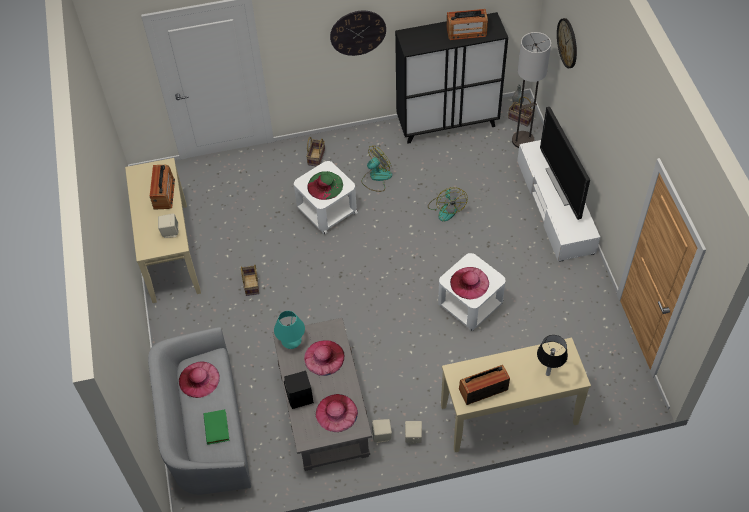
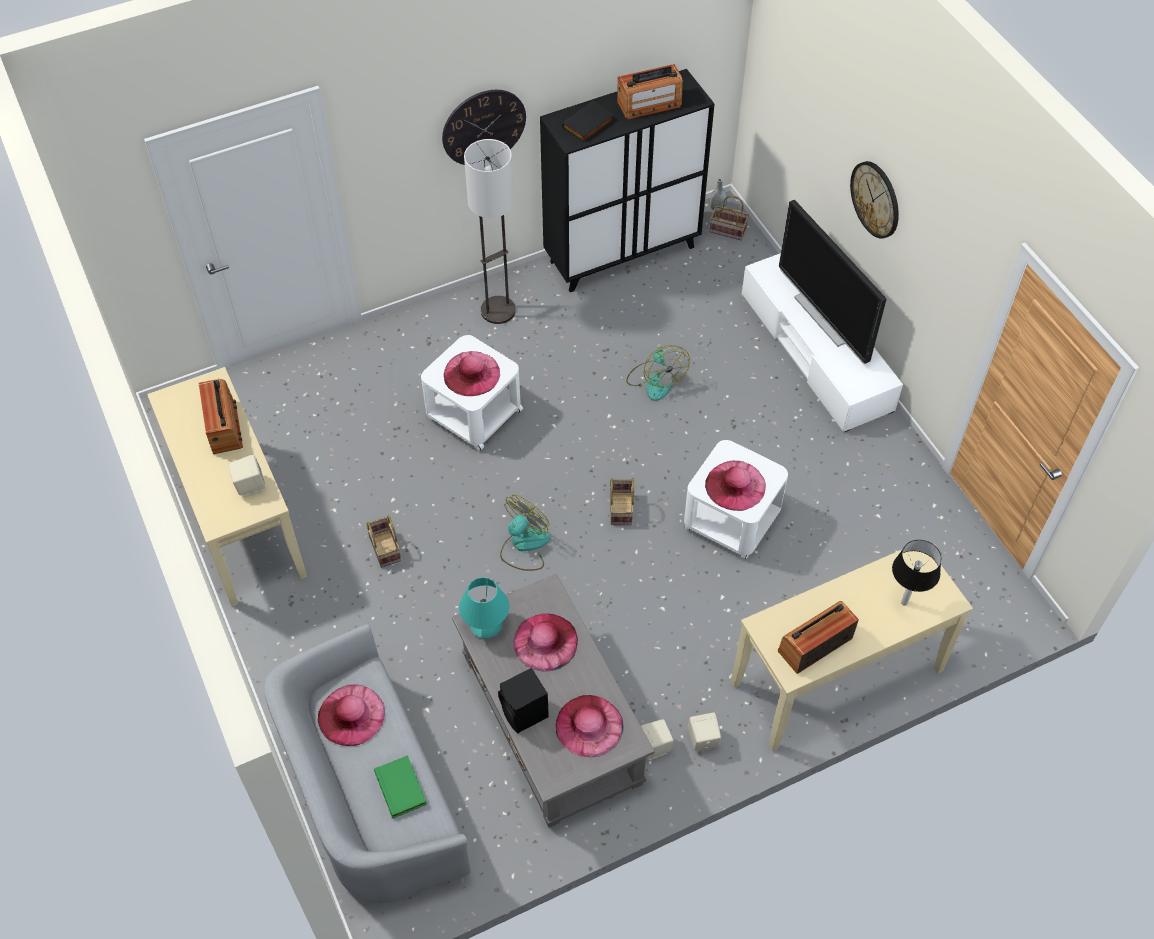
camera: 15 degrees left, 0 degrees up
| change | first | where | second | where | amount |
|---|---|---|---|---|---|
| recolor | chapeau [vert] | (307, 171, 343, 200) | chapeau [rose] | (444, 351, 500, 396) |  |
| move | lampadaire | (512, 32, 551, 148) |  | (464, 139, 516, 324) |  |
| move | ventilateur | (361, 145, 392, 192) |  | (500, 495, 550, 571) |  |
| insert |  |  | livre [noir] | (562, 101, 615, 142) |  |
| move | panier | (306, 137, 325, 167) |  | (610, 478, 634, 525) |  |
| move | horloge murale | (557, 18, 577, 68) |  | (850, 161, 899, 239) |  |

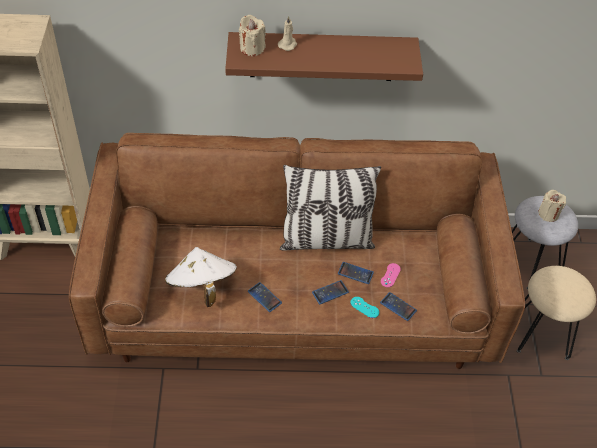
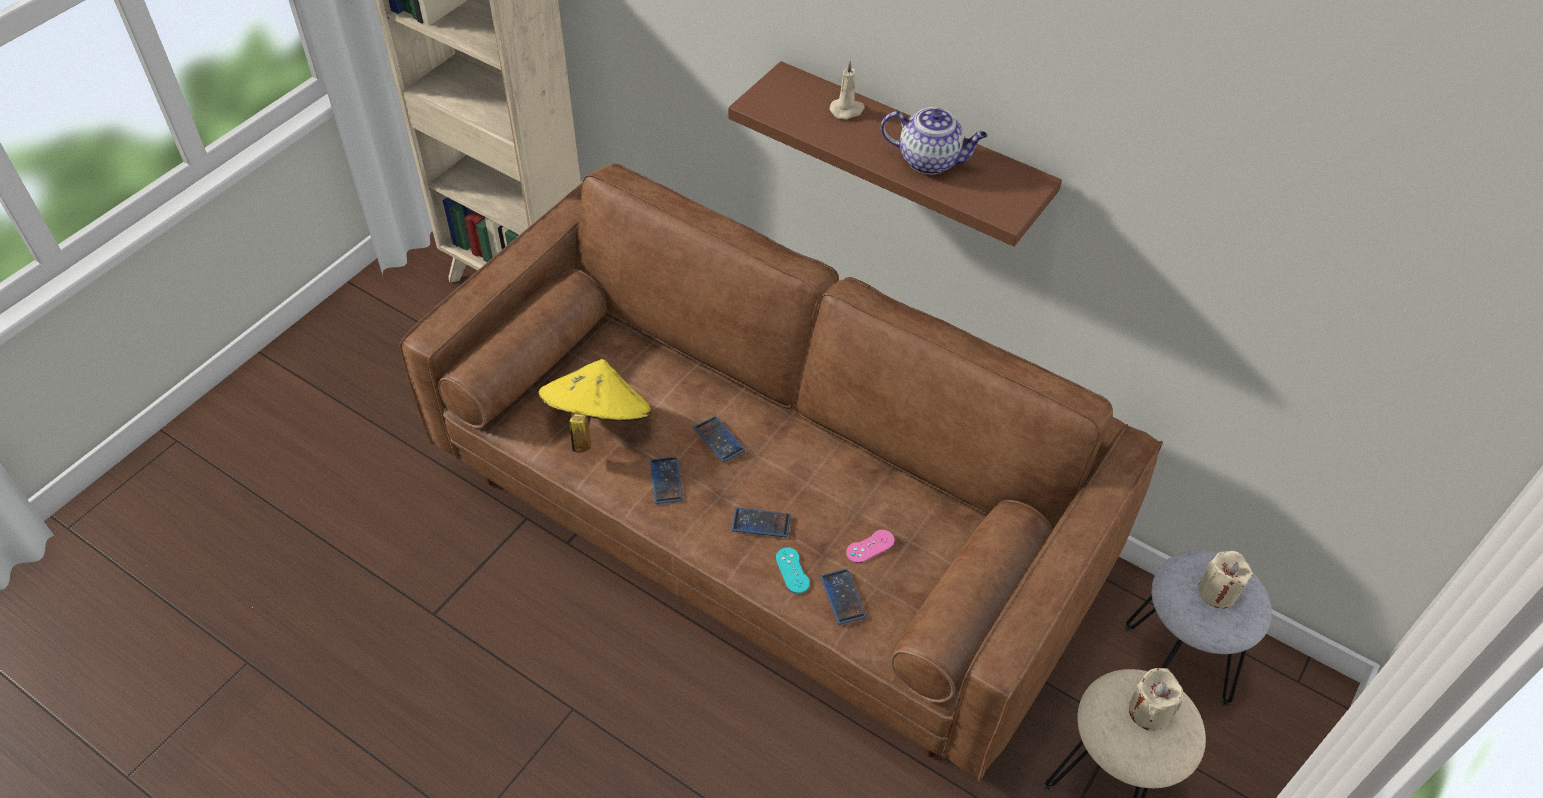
camera: 35 degrees right, 0 degrees up
| change | first | where | second | where | amount |
|---|---|---|---|---|---|
| recolor | chapeau [blanc] | (165, 247, 237, 307) | chapeau [jaune] | (538, 359, 652, 453) |  |
| move | téléphone | (338, 262, 374, 284) |  | (694, 416, 745, 462) |  |
| insert |  |  | théière | (881, 107, 988, 174) |  |
| move | bougie [beige] | (239, 15, 266, 56) |  | (1129, 668, 1183, 731) |  |
| delete | coussin | (280, 165, 381, 250) |  |  |  |

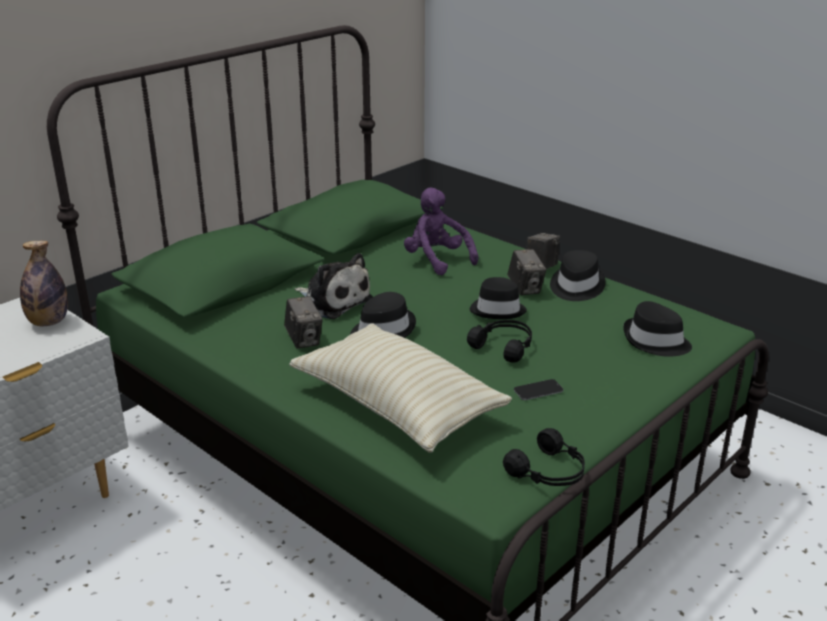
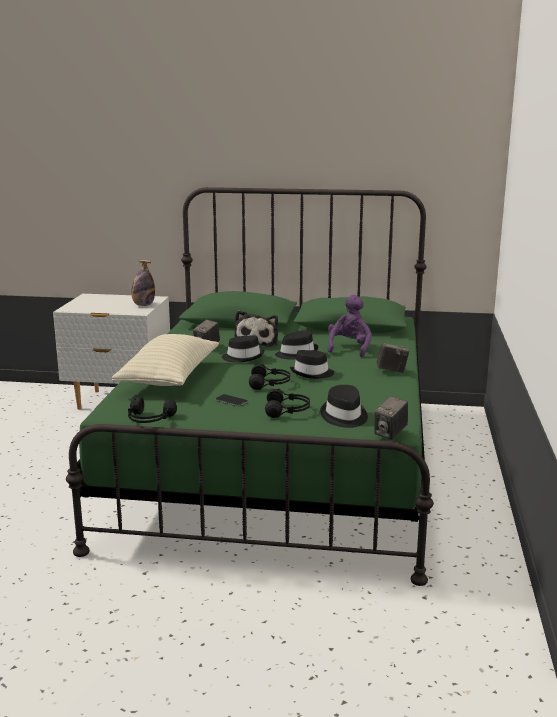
camera: 55 degrees right, 10 degrees down
| change | first | where | second | where | amount |
|---|---|---|---|---|---|
| insert |  |  | casque audio [noir] | (265, 388, 310, 418) |  |
| move | chapeau [noir] | (550, 250, 606, 301) |  | (275, 330, 318, 360) |  |
| move | appareil photo | (507, 249, 547, 295) |  | (374, 396, 408, 440) |  |

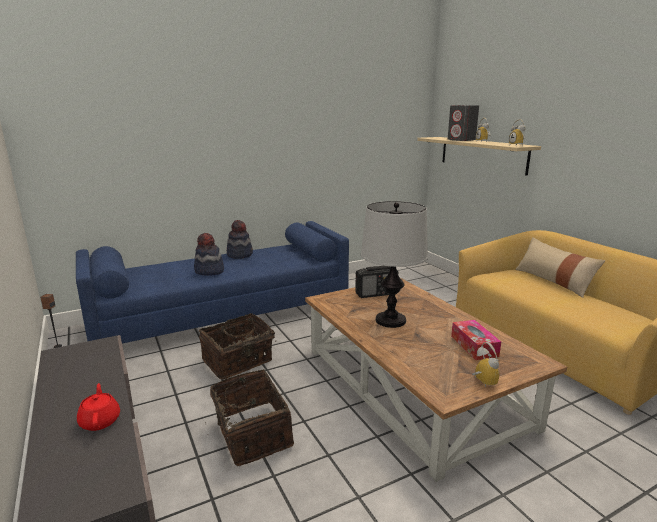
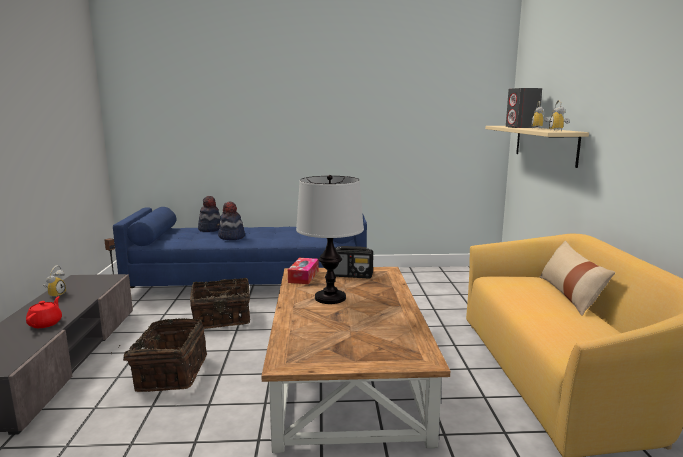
camera: 25 degrees right, 5 degrees down
| change | first | where | second | where | amount |
|---|---|---|---|---|---|
| move | réveil | (472, 342, 499, 387) |  | (43, 265, 66, 297) |  |
| move | chapeau | (227, 220, 253, 259) |  | (198, 196, 221, 232) |  |
| move | boîte à mouchoirs | (451, 320, 501, 360) |  | (288, 258, 319, 284) |  |

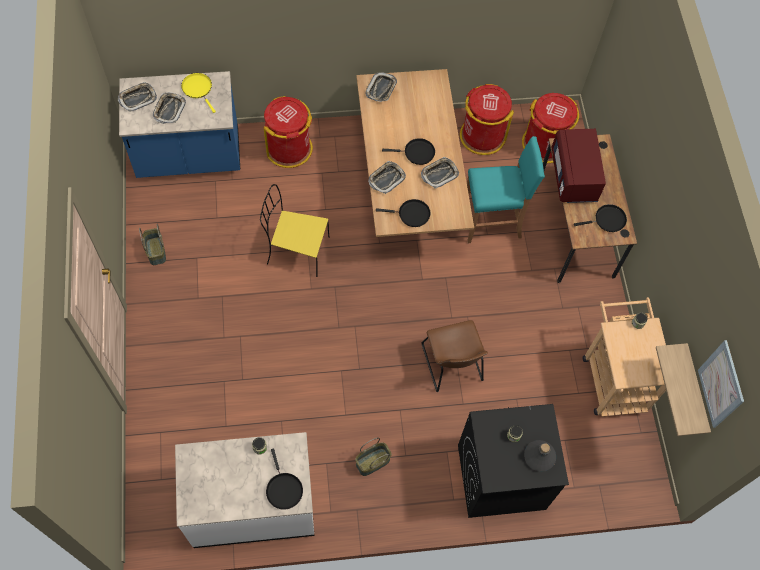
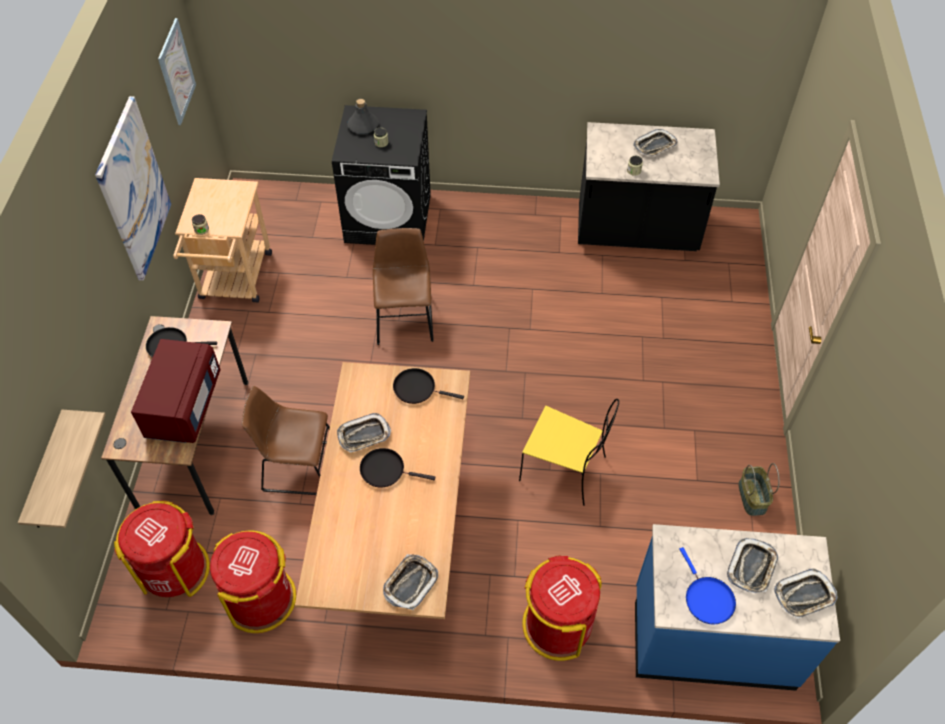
camera: 165 degrees left, 10 degrees down
| change | first | where | second | where | amount |
|---|---|---|---|---|---|
| move | étagère | (656, 343, 711, 436) |  | (18, 410, 106, 528) |  |
| insert |  |  | tableau | (95, 96, 171, 281) |  |
| replace | tabouret [turquoise] | (467, 136, 545, 243) | chaise [marron] | (242, 386, 330, 495) |  |
| recolor | comptoir de cuisine [blanc] | (175, 432, 314, 548) | comptoir de cuisine [noir] | (578, 122, 720, 251) |  |
| move | plateau | (368, 161, 406, 194) |  | (633, 129, 678, 156) |  |
| recolor | poêle [jaune] | (181, 73, 216, 113) | poêle [bleu] | (679, 547, 736, 624) |  |
| delete | poêle [noir] | (266, 448, 303, 510) |  |  |  |
| delete | panier | (355, 438, 392, 476) |  |  |  |

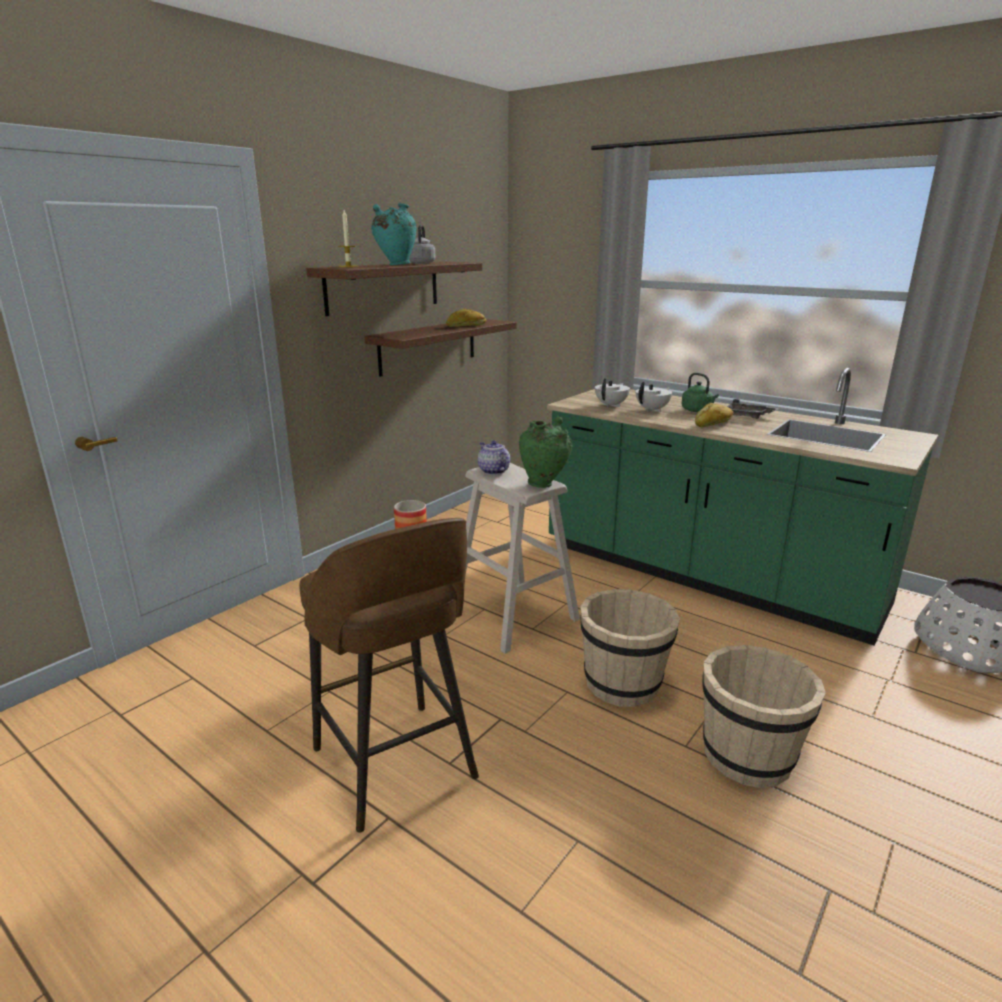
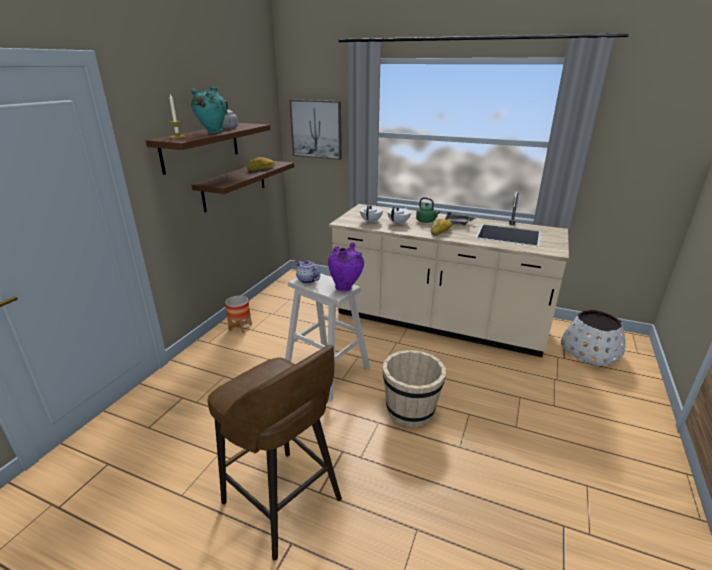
camera: 15 degrees left, 5 degrees up
| change | first | where | second | where | amount |
|---|---|---|---|---|---|
| insert |  |  | tableau | (289, 99, 342, 160) |  |
| recolor | vase [vert] | (519, 417, 573, 488) | vase [violet] | (328, 242, 364, 291) |  |
| recolor | comptoir de cuisine [vert] | (547, 368, 938, 646) | comptoir de cuisine [beige] | (329, 192, 569, 357) |  |
| delete | seau [beige] | (702, 645, 826, 788) |  |  |  |

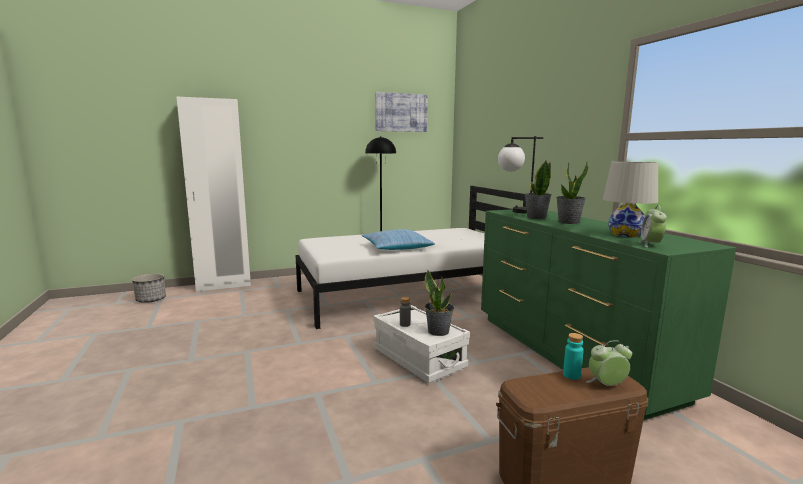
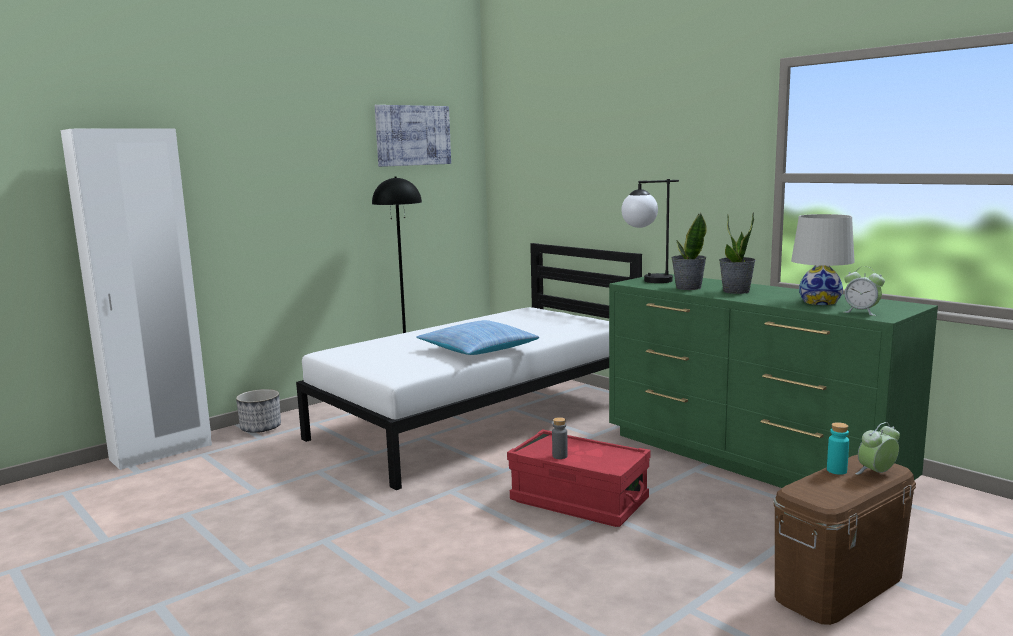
camera: 20 degrees left, 0 degrees up
| change | first | where | second | where | amount |
|---|---|---|---|---|---|
| move | cache-pot | (132, 274, 166, 303) |  | (236, 389, 281, 433) |  |
| recolor | boîte de rangement [blanc] | (373, 305, 470, 383) | boîte de rangement [rouge] | (507, 429, 650, 527) |  |
| rotate | réveil | (639, 205, 667, 247) |  | (845, 268, 885, 316) | 45 degrees counterclockwise |
| delete | plante en pot | (425, 269, 454, 336) |  |  |  |

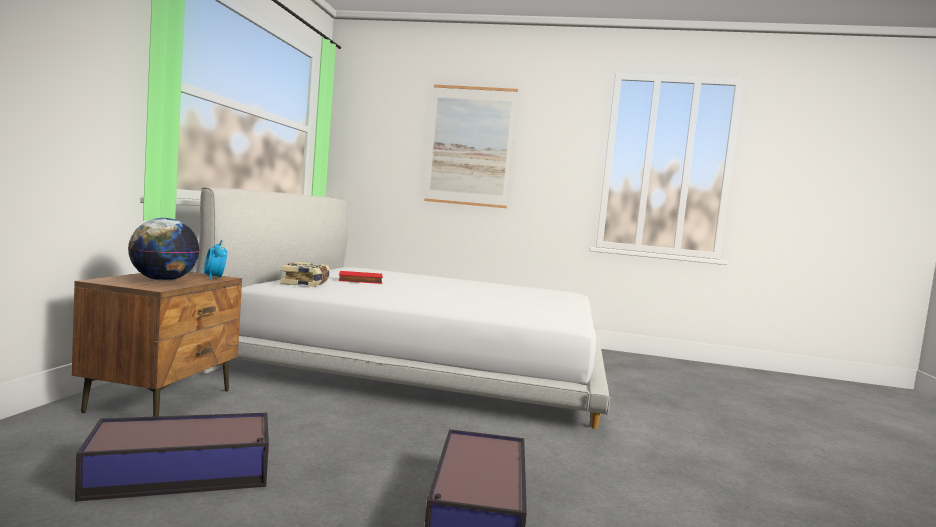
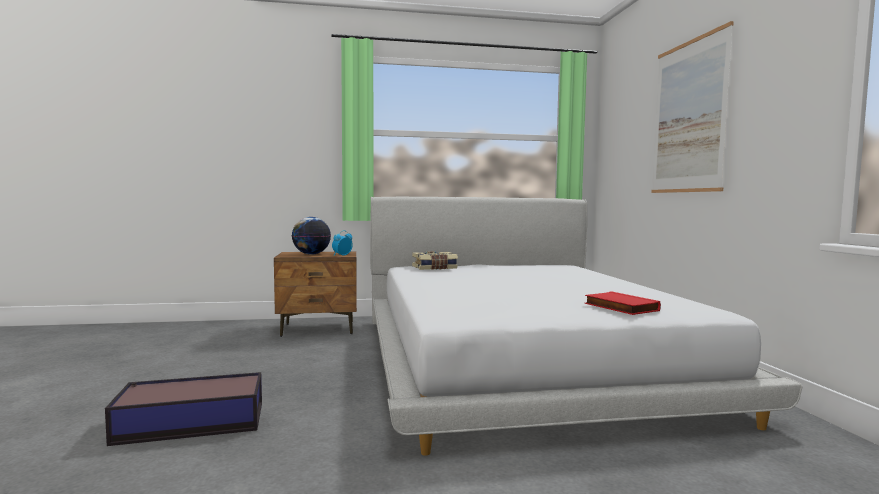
camera: 70 degrees right, 0 degrees up
| change | first | where | second | where | amount |
|---|---|---|---|---|---|
| move | livre [rouge] | (338, 271, 383, 284) |  | (585, 291, 661, 315) |  |
| delete | boîte de rangement | (75, 413, 269, 502) |  |  |  |

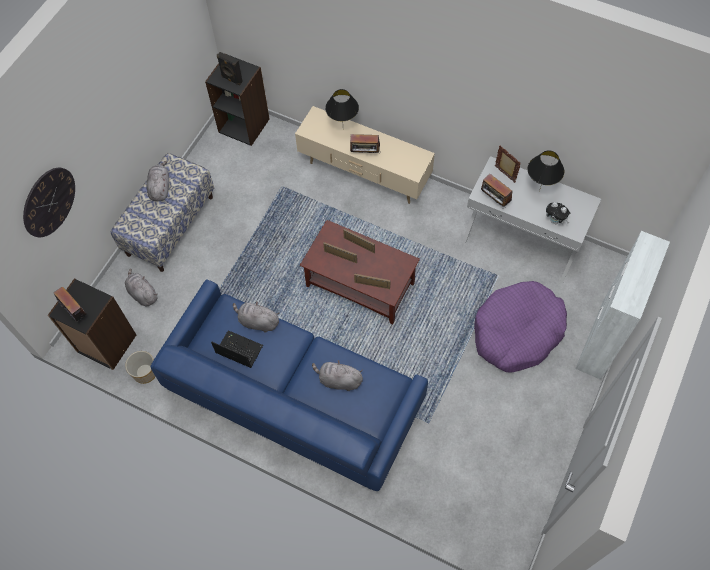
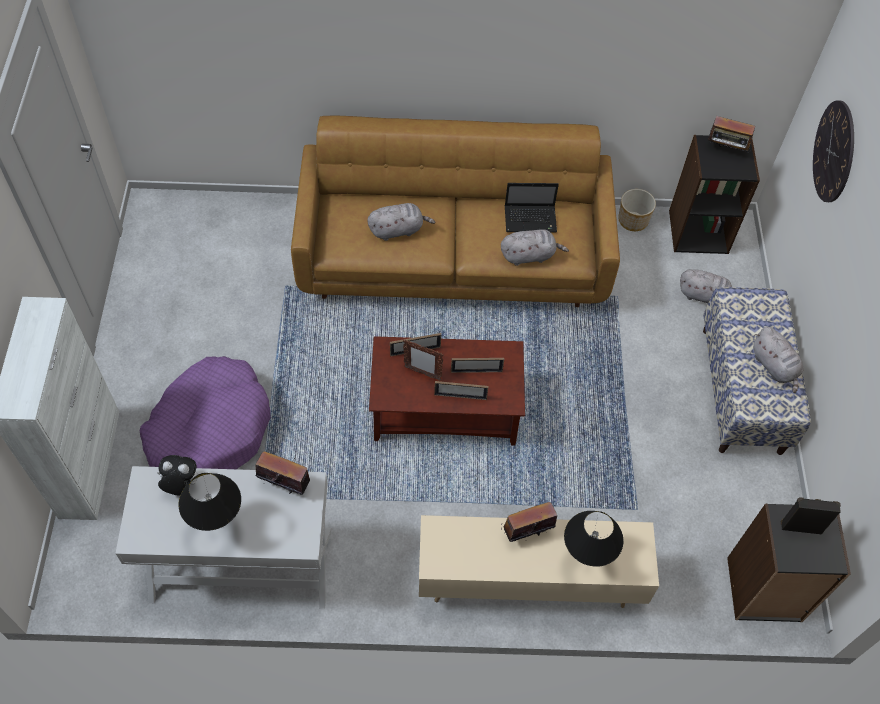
camera: 150 degrees right, 5 degrees down
| change | first | where | second | where | amount |
|---|---|---|---|---|---|
| recolor | canapé [bleu] | (151, 279, 428, 491) | canapé [marron] | (291, 116, 620, 307) |  |
| move | cadre photo | (495, 145, 521, 182) |  | (403, 340, 443, 381) |  |

